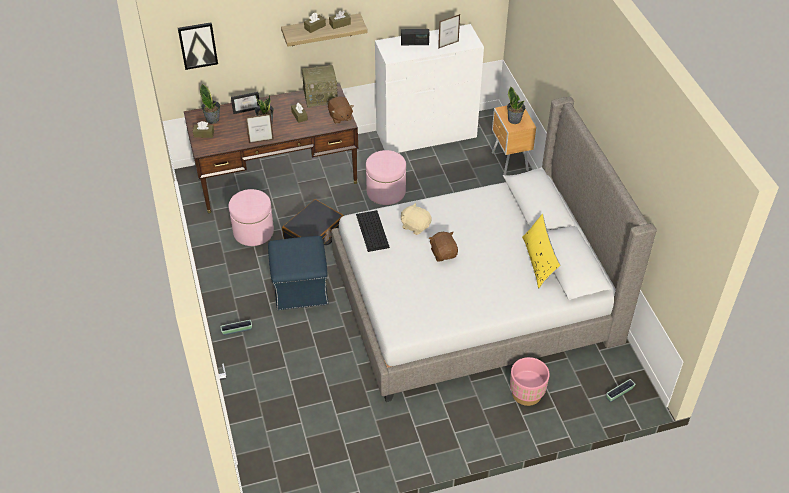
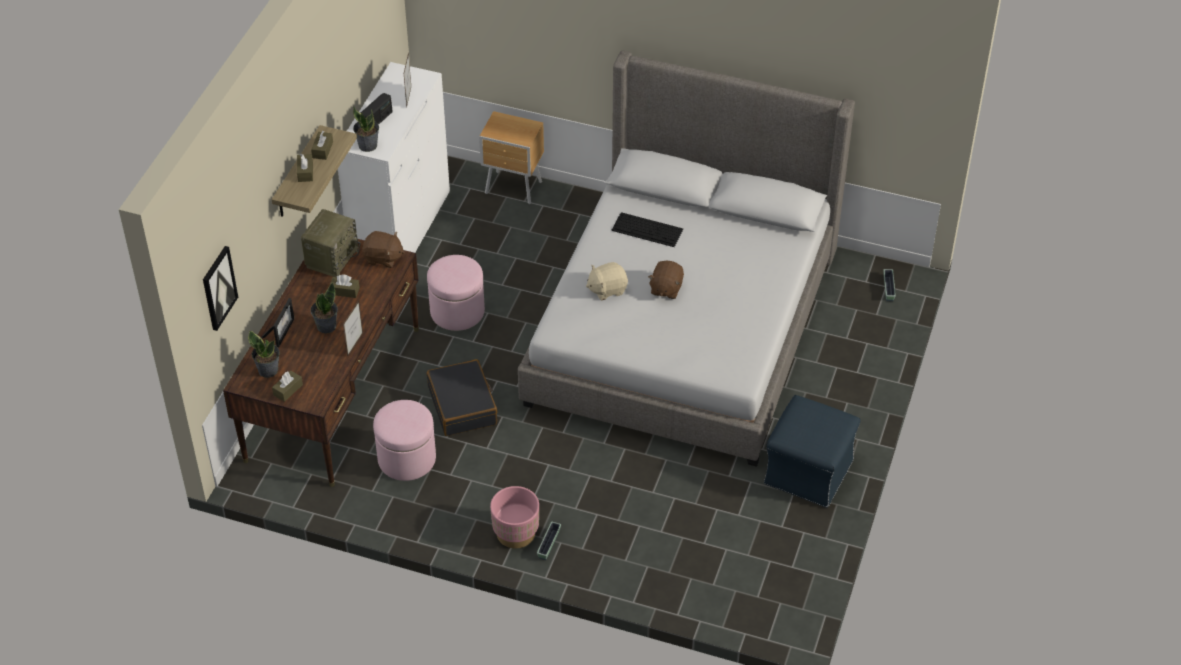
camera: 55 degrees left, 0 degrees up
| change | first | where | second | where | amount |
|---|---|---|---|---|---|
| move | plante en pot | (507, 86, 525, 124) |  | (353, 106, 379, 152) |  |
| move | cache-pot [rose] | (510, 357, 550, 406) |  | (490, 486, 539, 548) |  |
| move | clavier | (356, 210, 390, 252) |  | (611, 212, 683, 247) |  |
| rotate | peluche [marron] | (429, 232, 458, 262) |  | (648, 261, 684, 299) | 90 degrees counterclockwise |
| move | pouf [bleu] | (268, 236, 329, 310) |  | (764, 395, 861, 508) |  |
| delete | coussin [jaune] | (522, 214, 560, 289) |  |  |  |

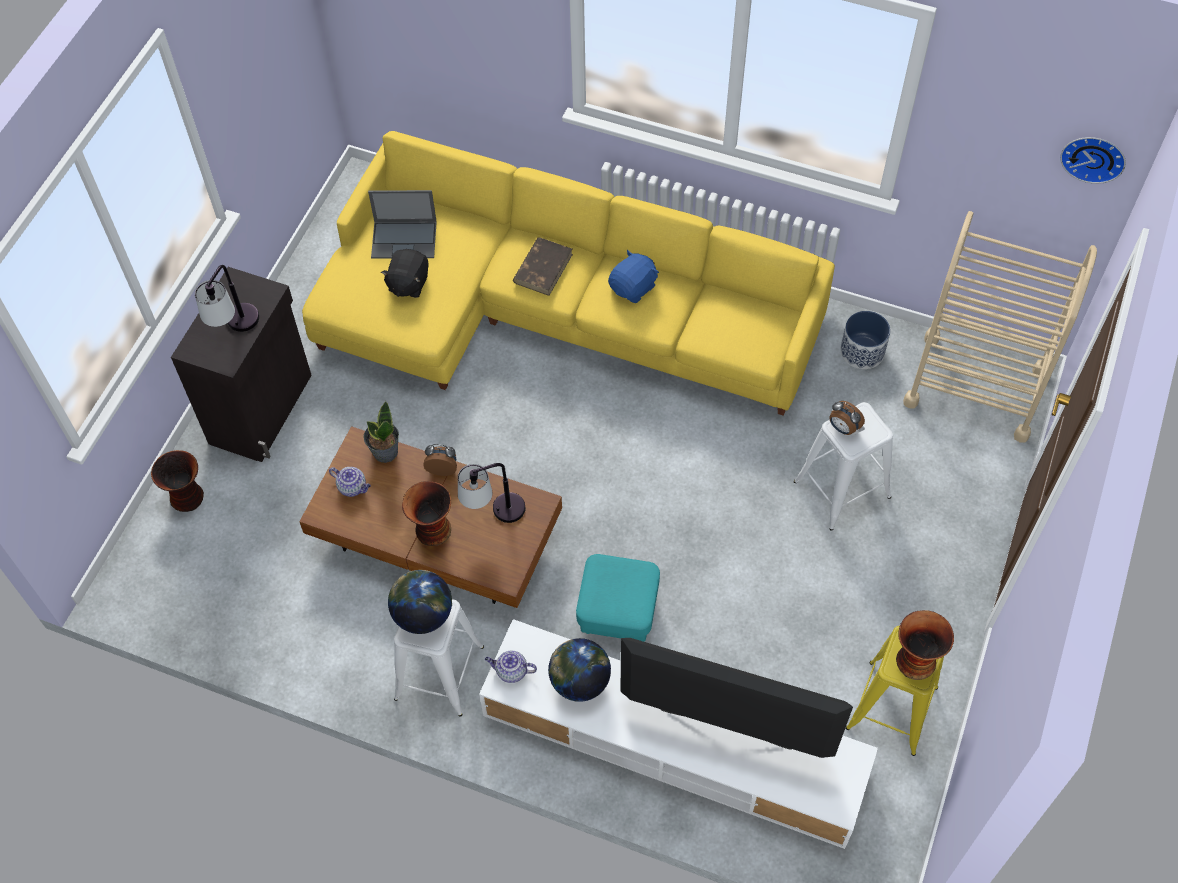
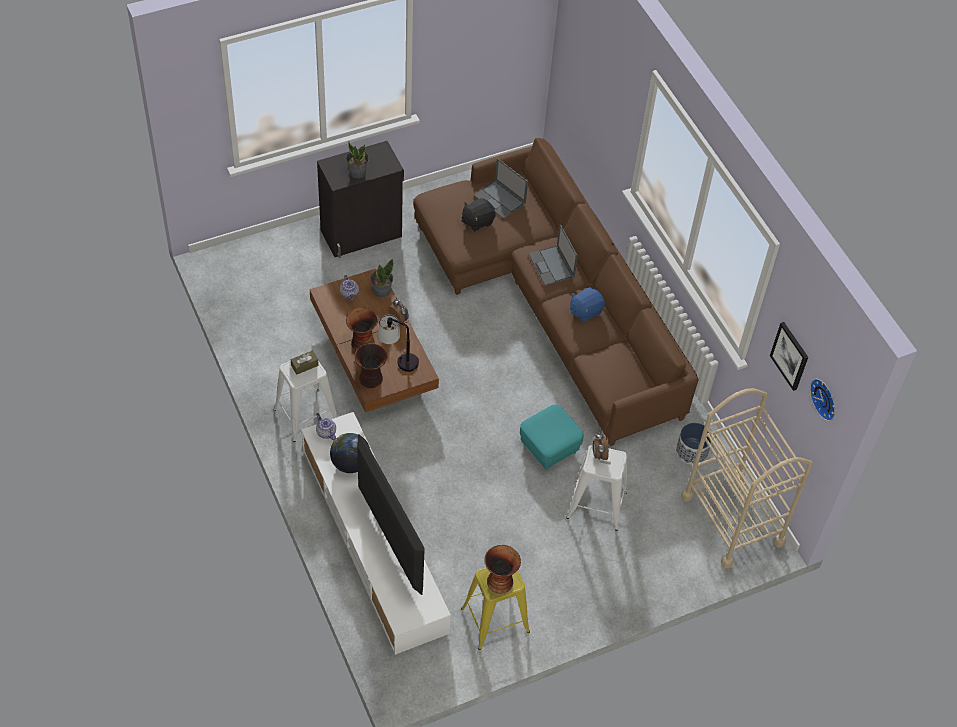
camera: 40 degrees right, 5 degrees down
| change | first | where | second | where | amount |
|---|---|---|---|---|---|
| replace | globe | (388, 570, 452, 634) | boîte à mouchoirs [marron] | (291, 350, 319, 375) |  |
| replace | lampe de table | (195, 265, 259, 332) | plante en pot | (346, 141, 369, 178) |  |
| move | vase | (151, 450, 204, 512) |  | (355, 343, 387, 388) |  |
| recolor | canapé [jaune] | (302, 131, 835, 416) | canapé [marron] | (413, 138, 698, 446) |  |
| move | pouf [turquoise] | (576, 554, 660, 642) |  | (520, 405, 584, 470) |  |
| replace | livre [marron] | (513, 237, 573, 296) | ordinateur portable | (528, 224, 578, 286) |  |
| rotate | peluche [bleu] | (608, 250, 659, 303) |  | (570, 287, 605, 322) | 150 degrees clockwise |
| insert |  |  | tableau | (770, 322, 808, 391) |  |

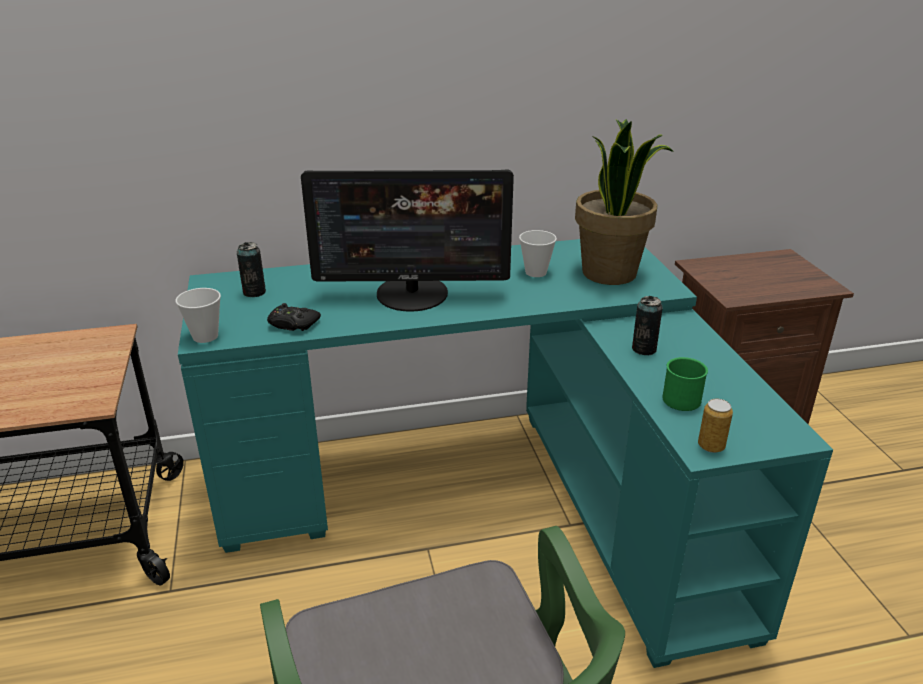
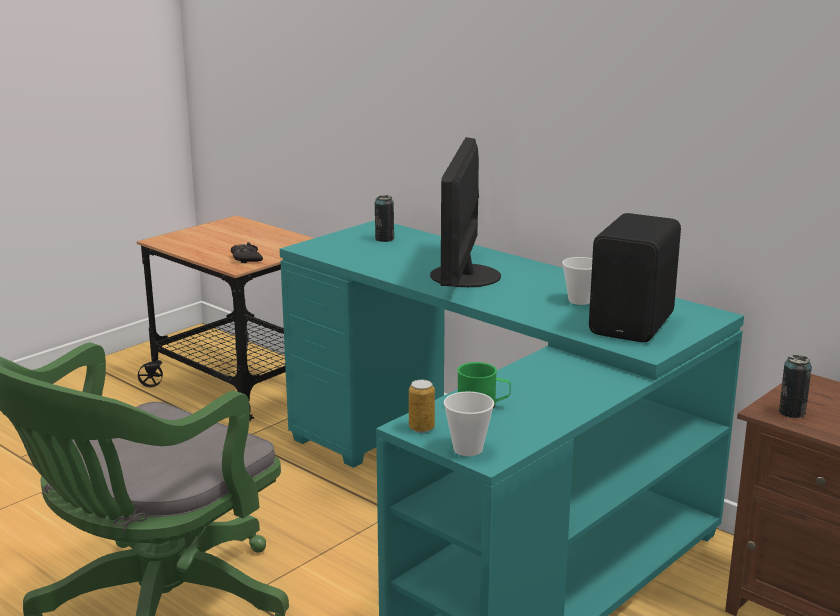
camera: 55 degrees right, 10 degrees down
| change | first | where | second | where | amount |
|---|---|---|---|---|---|
| move | manette [noir] | (267, 303, 321, 331) |  | (231, 242, 263, 263) |  |
| rotate | écran d'ordinateur | (301, 170, 514, 312) |  | (430, 137, 501, 287) | 45 degrees clockwise |
| move | tasse | (176, 288, 221, 343) |  | (443, 391, 494, 456) |  |
| replace | plante en pot | (575, 119, 674, 285) | enceinte [noir] | (589, 213, 681, 342) |  |
| move | boîte métallique | (632, 296, 663, 355) |  | (779, 355, 812, 418) |  |

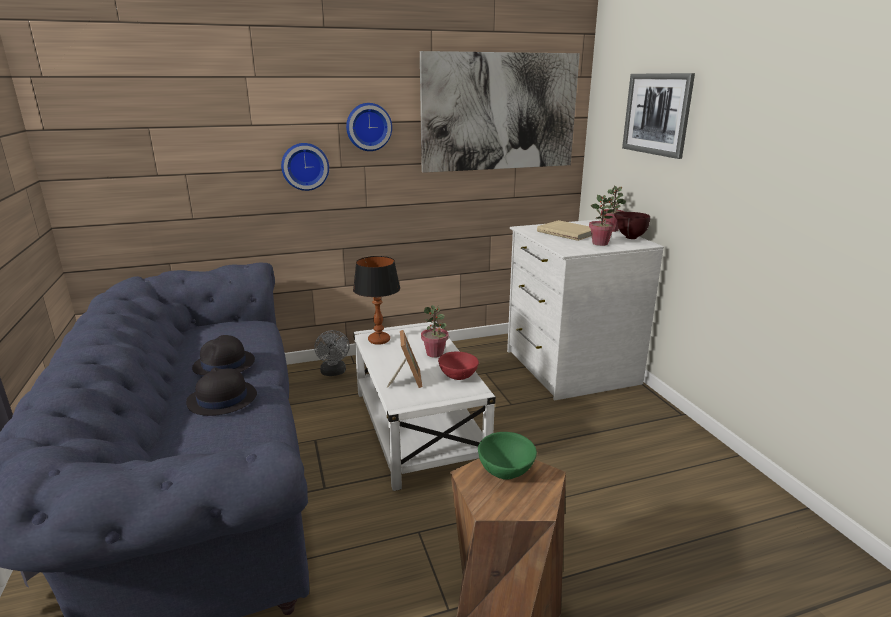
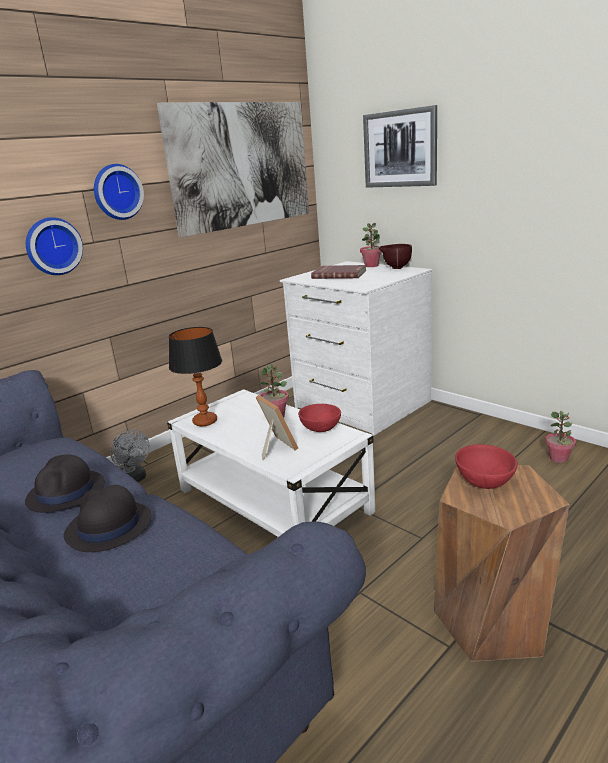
camera: 25 degrees left, 0 degrees up
| change | first | where | second | where | amount |
|---|---|---|---|---|---|
| recolor | livre [beige] | (537, 220, 592, 241) | livre [rouge] | (311, 265, 367, 279) |  |
| recolor | bol [vert] | (478, 432, 537, 480) | bol [rouge] | (455, 444, 518, 489) |  |
| move | plante en pot | (589, 195, 615, 246) |  | (545, 411, 576, 463) |  |

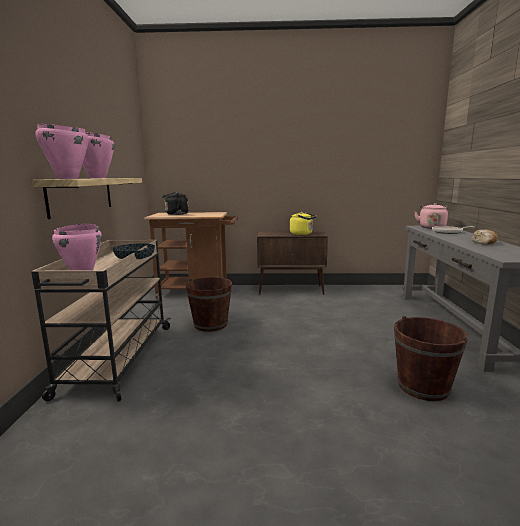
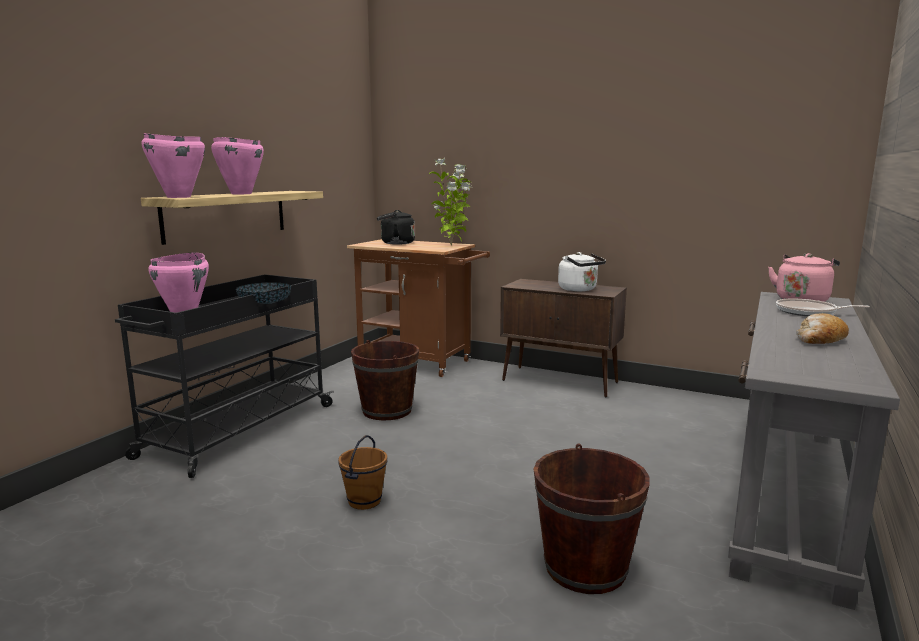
camera: 25 degrees right, 0 degrees up
| change | first | where | second | where | amount |
|---|---|---|---|---|---|
| recolor | chariot [beige] | (31, 240, 171, 402) | chariot [noir] | (115, 274, 334, 478) |  |
| insert |  |  | seau [marron] | (338, 435, 387, 510) |  |
| insert |  |  | plante en pot | (429, 158, 472, 246) |  |
| recolor | bouilloire [jaune] | (290, 212, 317, 235) | bouilloire [blanc] | (558, 252, 606, 291) |  |

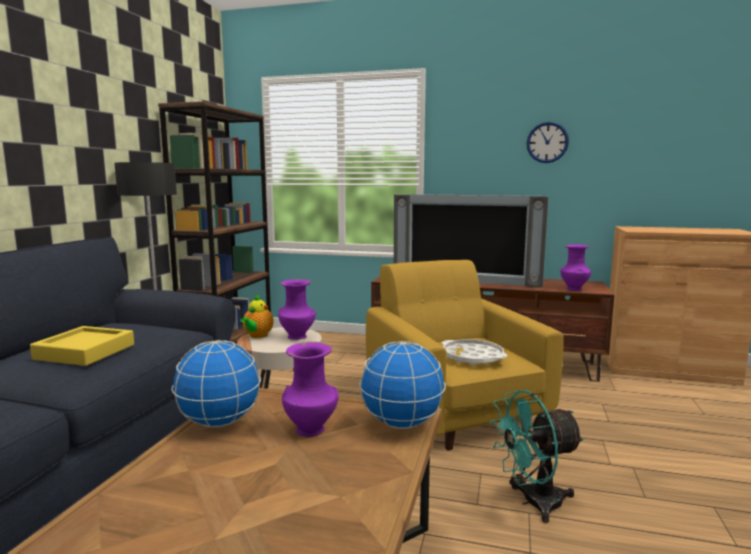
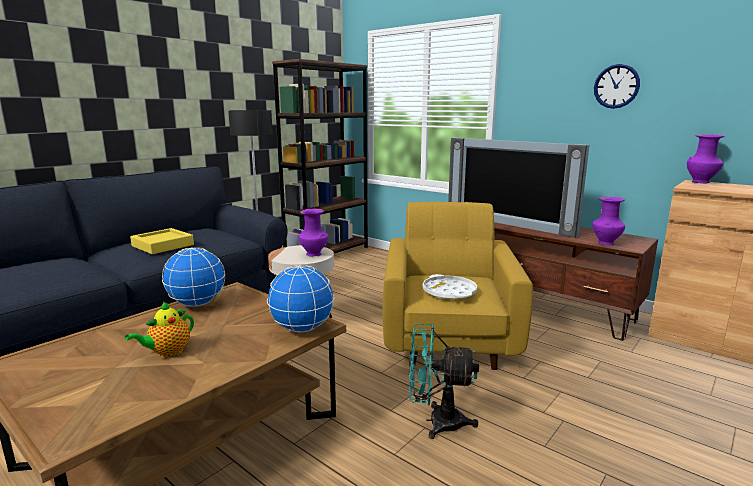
camera: 25 degrees right, 5 degrees up
| change | first | where | second | where | amount |
|---|---|---|---|---|---|
| move | théière | (240, 294, 274, 338) |  | (125, 301, 194, 358) |  |
| move | vase [violet] | (282, 342, 339, 437) |  | (687, 135, 725, 184) |  |

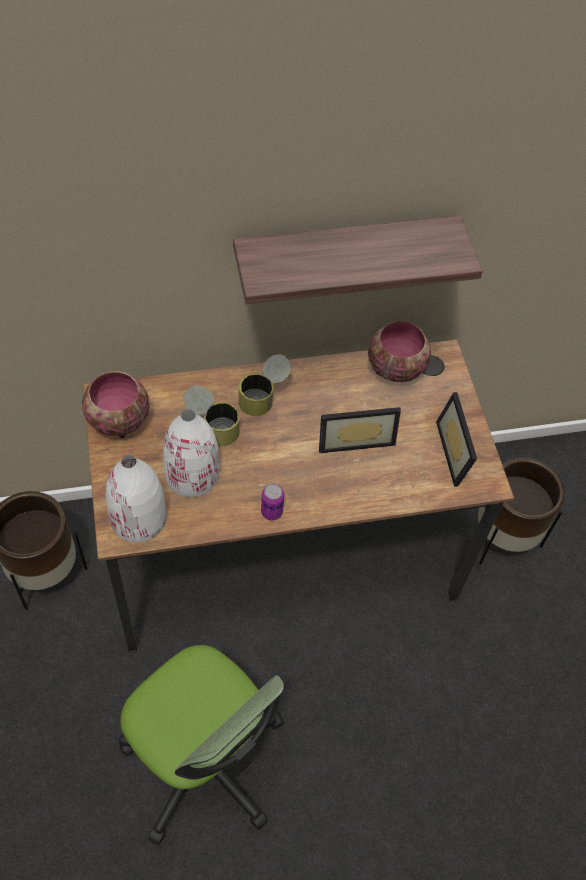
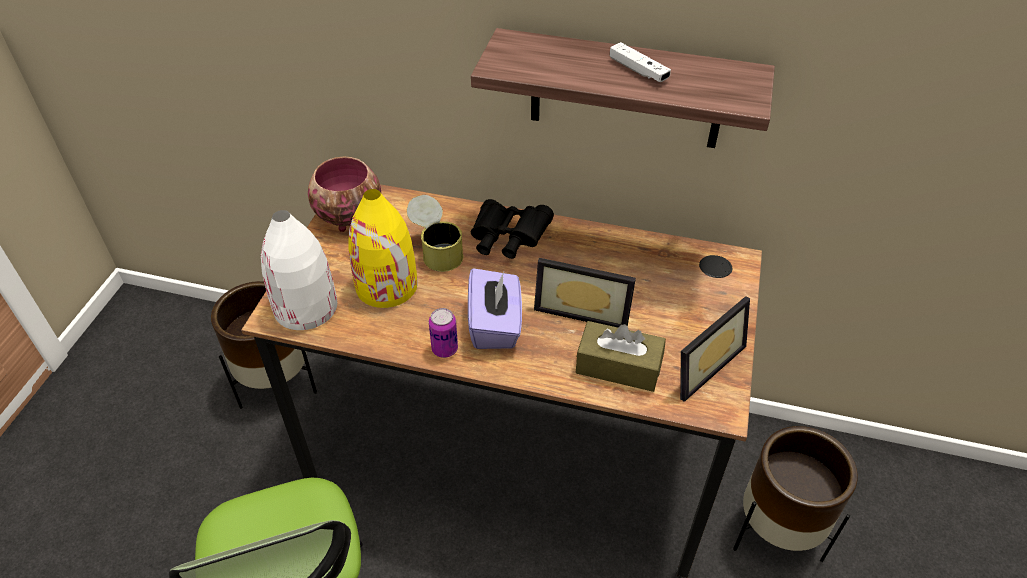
camera: 30 degrees right, 10 degrees down
| change | first | where | second | where | amount |
|---|---|---|---|---|---|
| recolor | vase [blanc] | (163, 409, 219, 497) | vase [jaune] | (348, 189, 417, 308) |  |
| insert |  |  | boîte à mouchoirs [violet] | (468, 268, 522, 349) |  |
| replace | boîte métallique | (238, 354, 291, 416) | jumelles [noir] | (471, 199, 554, 259) |  |
| insert |  |  | boîte à mouchoirs [marron] | (576, 321, 666, 392) |  |
| insert |  |  | manette [blanc] | (610, 42, 671, 82) |  |
| rotate | cadre photo | (436, 392, 477, 487) |  | (680, 296, 750, 402) | 150 degrees counterclockwise |
| delete | bol | (368, 321, 431, 382) |  |  |  |

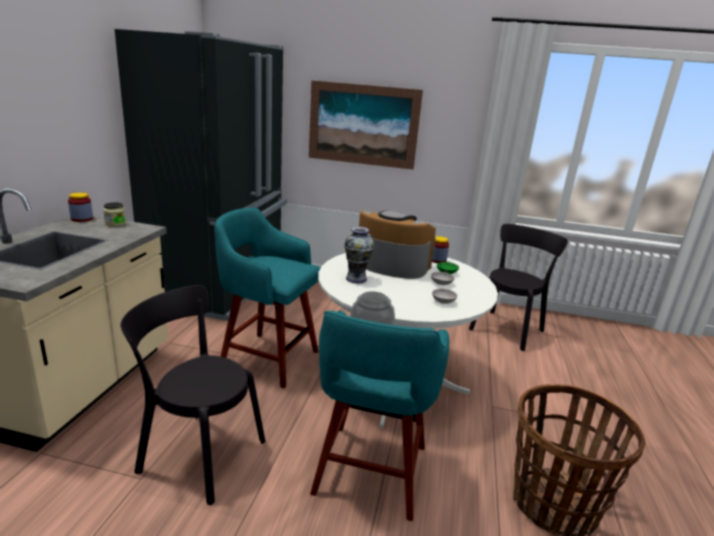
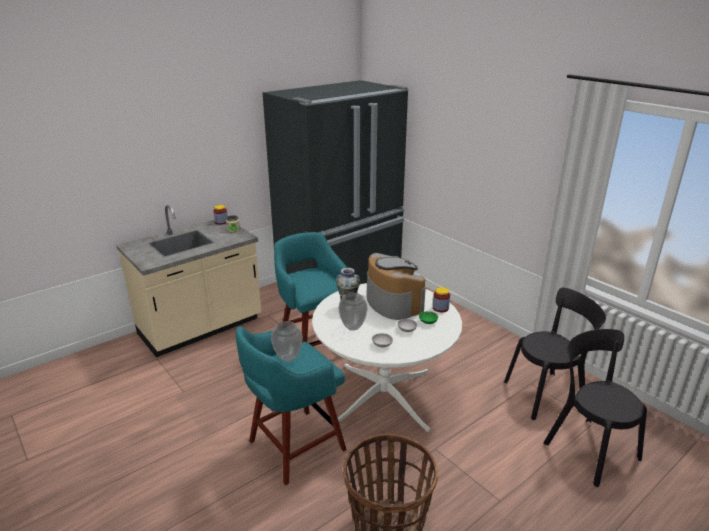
camera: 40 degrees right, 5 degrees up
| change | first | where | second | where | amount |
|---|---|---|---|---|---|
| insert |  |  | vase | (338, 292, 368, 331) |  |
| move | chaise [noir] | (120, 285, 265, 505) |  | (543, 329, 647, 487) |  |
| delete | tableau | (309, 80, 423, 170) |  |  |  |

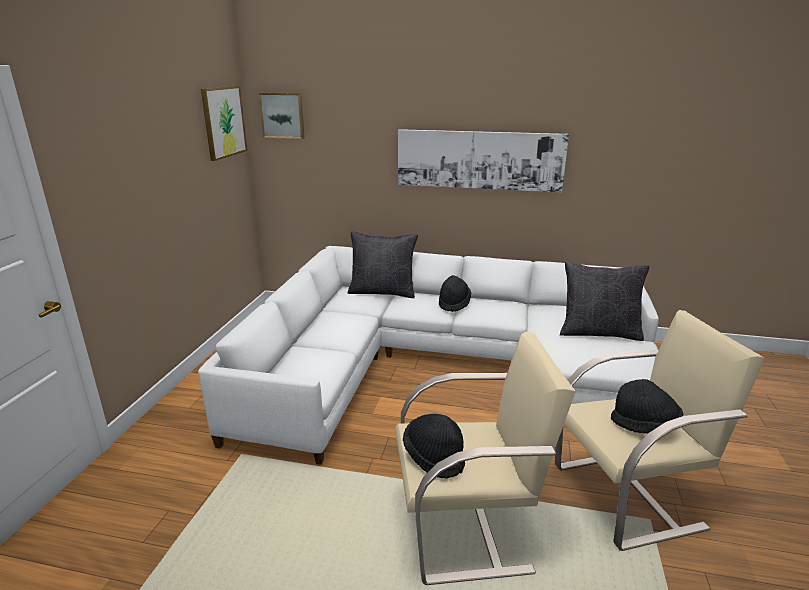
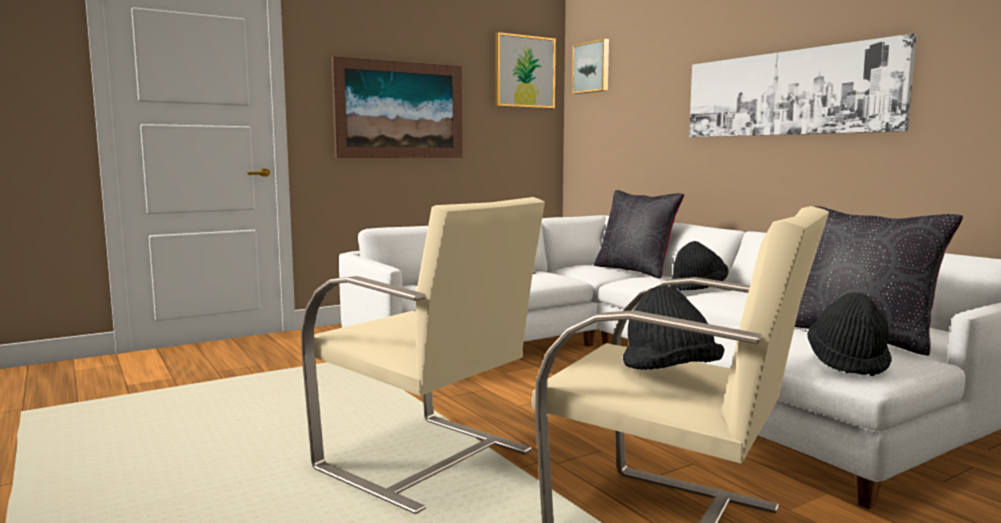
camera: 45 degrees right, 15 degrees down
| change | first | where | second | where | amount |
|---|---|---|---|---|---|
| insert |  |  | tableau | (332, 56, 462, 158) |  |
| move | chapeau [noir] | (403, 414, 465, 479) |  | (807, 292, 892, 376) |  |

